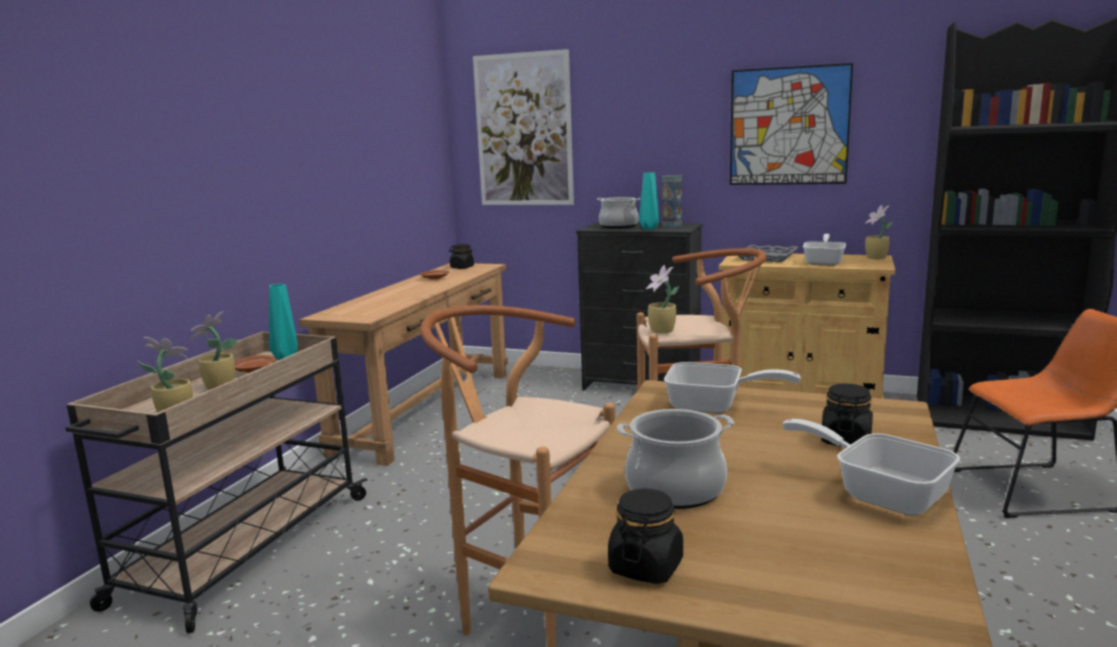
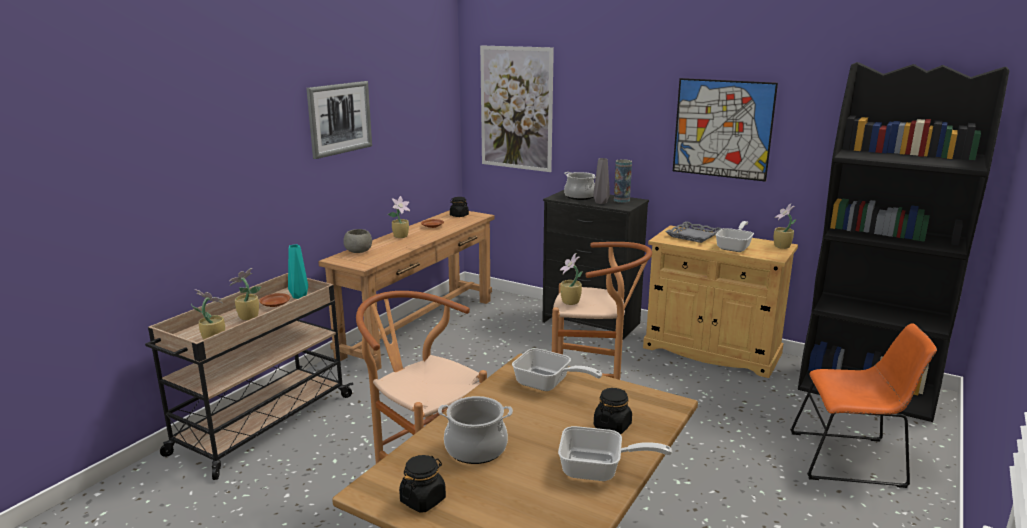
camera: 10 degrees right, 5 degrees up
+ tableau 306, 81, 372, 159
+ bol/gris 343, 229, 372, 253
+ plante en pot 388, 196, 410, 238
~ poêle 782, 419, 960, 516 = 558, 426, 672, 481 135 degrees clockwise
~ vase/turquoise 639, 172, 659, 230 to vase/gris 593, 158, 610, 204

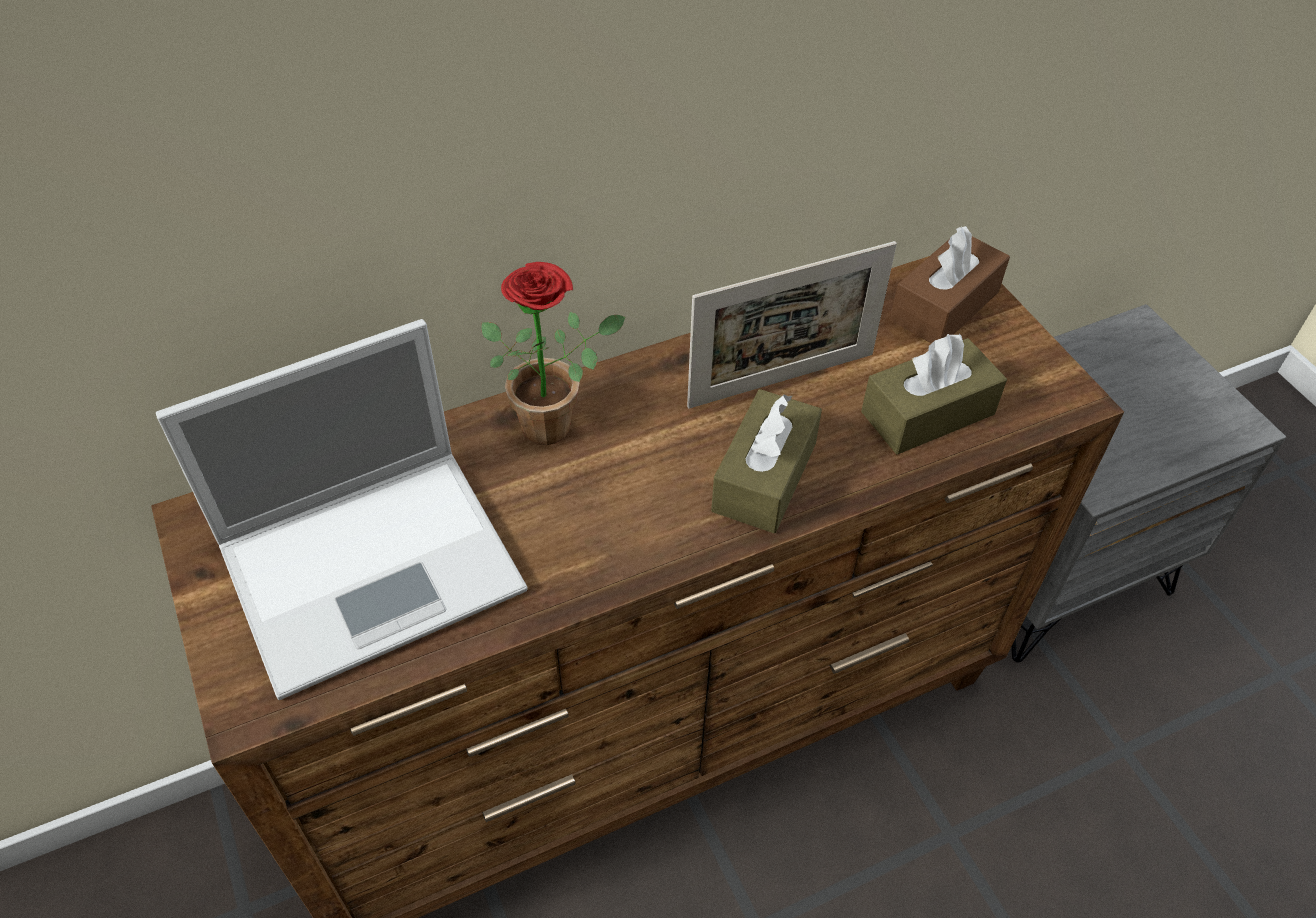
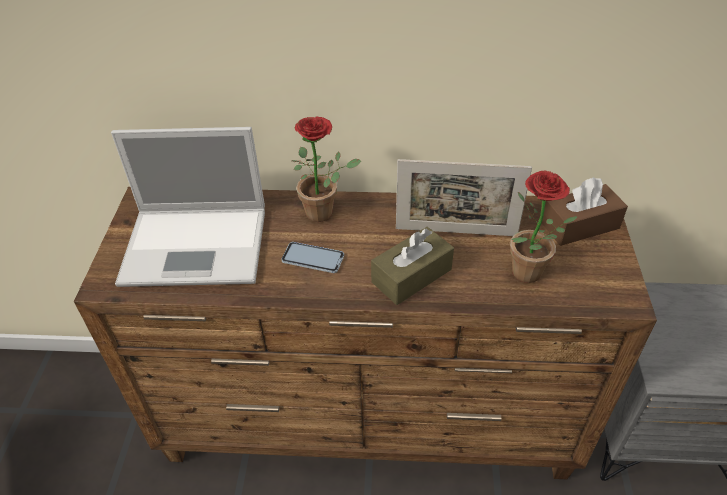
camera: 30 degrees right, 5 degrees down
+ téléphone 281, 242, 344, 273
~ boîte à mouchoirs/marron 861, 334, 1007, 454 to plante en pot 510, 171, 578, 283

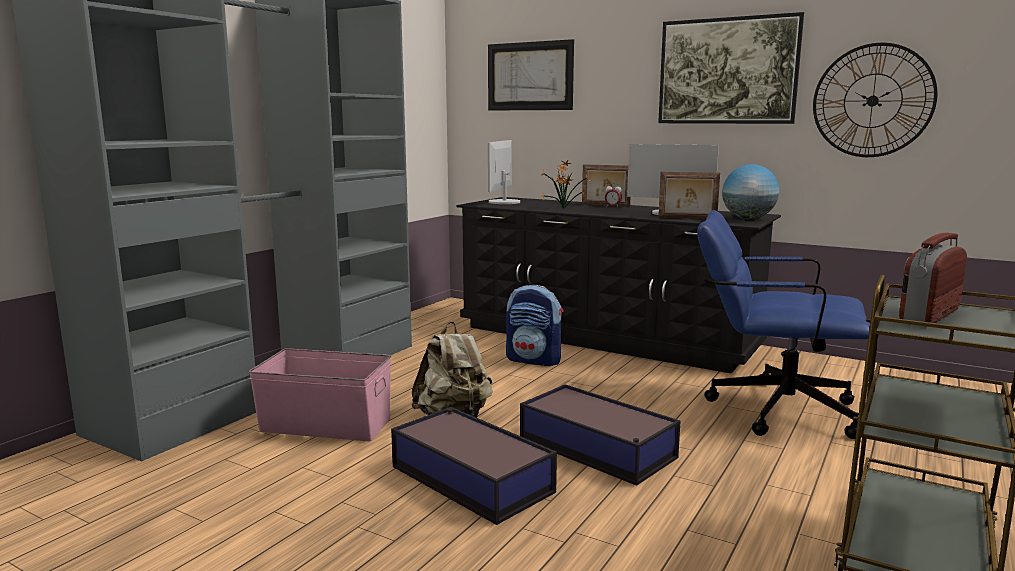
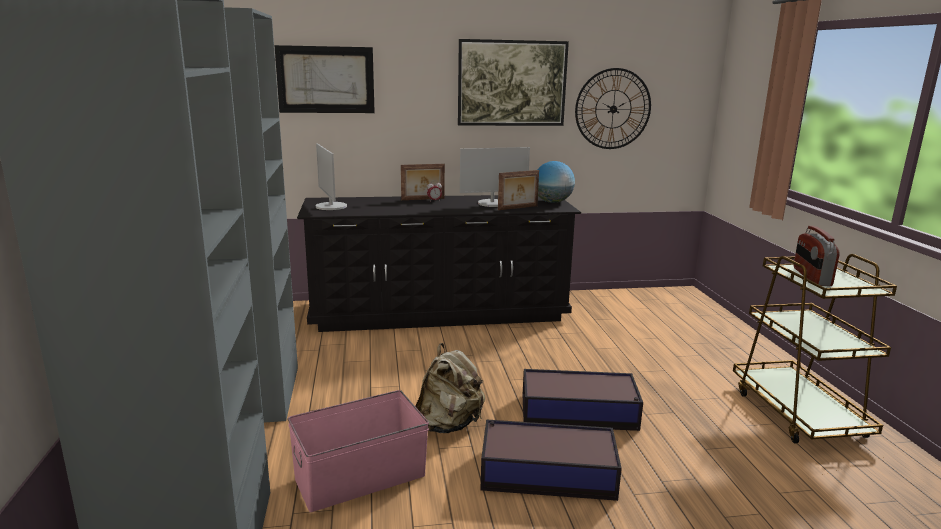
camera: 40 degrees left, 5 degrees up
- sac à dos 506, 285, 564, 366
- plante en pot 541, 160, 590, 208
- chaise de bureau/bleu 697, 210, 870, 439

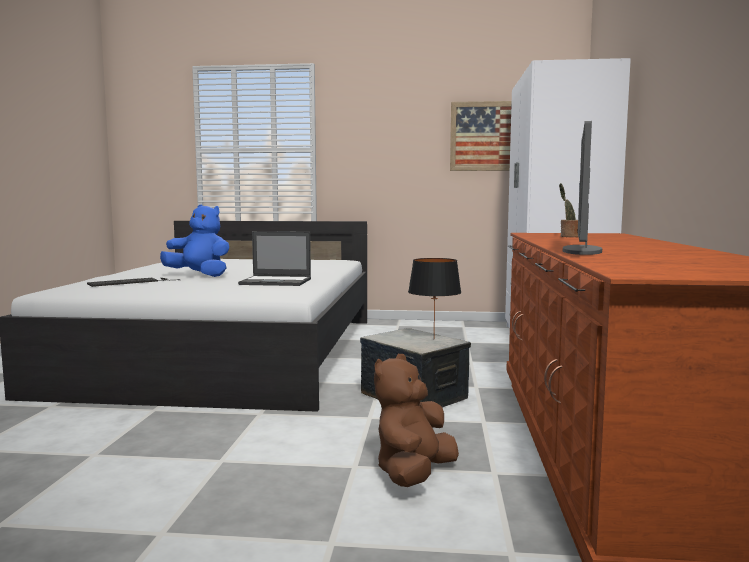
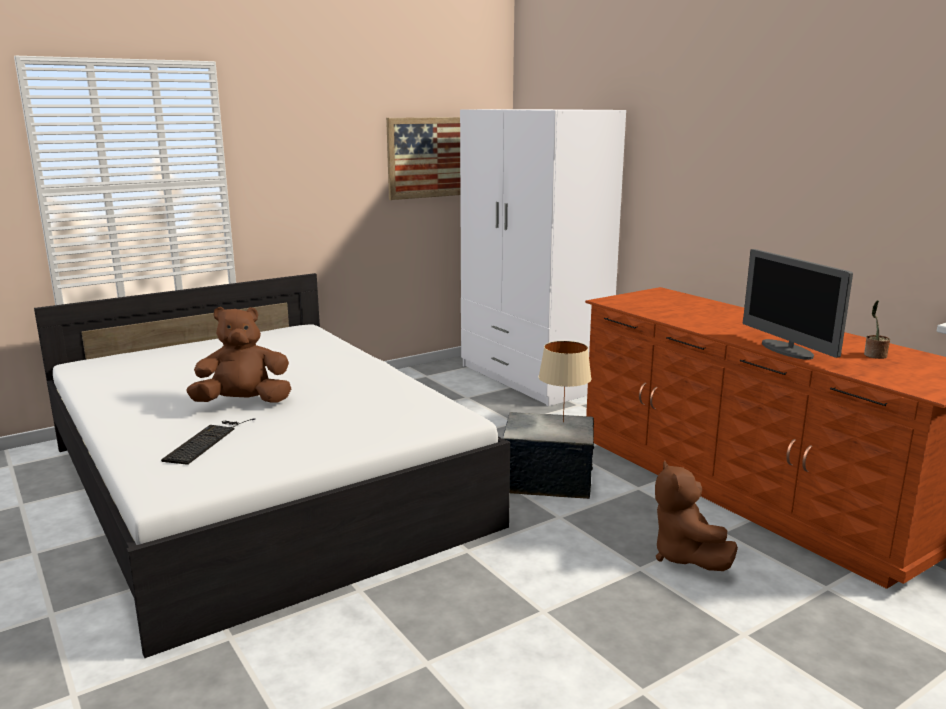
camera: 40 degrees left, 10 degrees up
~ peluche/bleu 160, 204, 229, 277 to peluche/marron 186, 307, 291, 403
~ lampe de table/noir 408, 258, 461, 331 to lampe de table/beige 539, 341, 592, 422
~ plante en pot 559, 183, 578, 237 to 864, 300, 890, 359
- ordinateur portable 238, 231, 311, 286

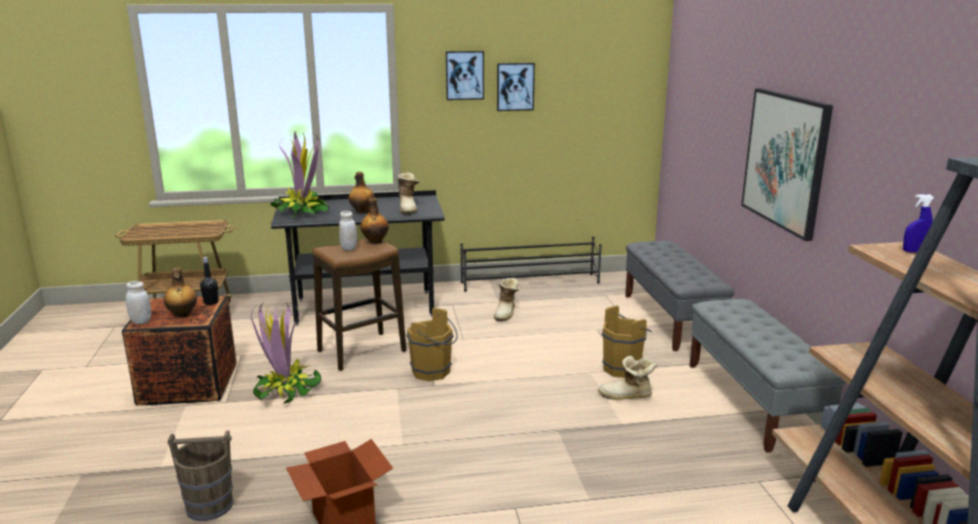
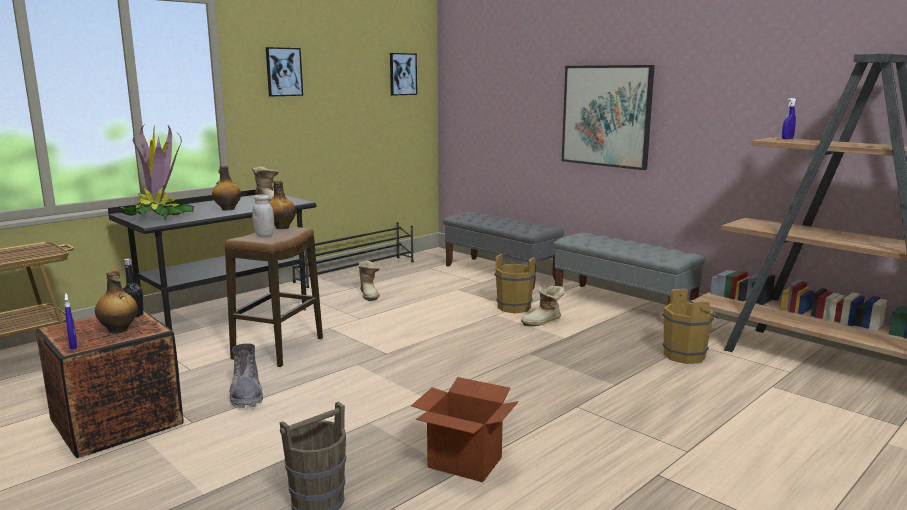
camera: 35 degrees left, 5 degrees down
~ bocal/blanc 126, 281, 151, 324 to vaporisateur/bleu 64, 293, 77, 349
~ plante en pot 250, 303, 321, 404 to botte/gris 229, 343, 263, 408
~ tableau 497, 63, 535, 111 to 390, 53, 417, 96
~ seau/marron 407, 307, 458, 381 to 662, 288, 719, 364

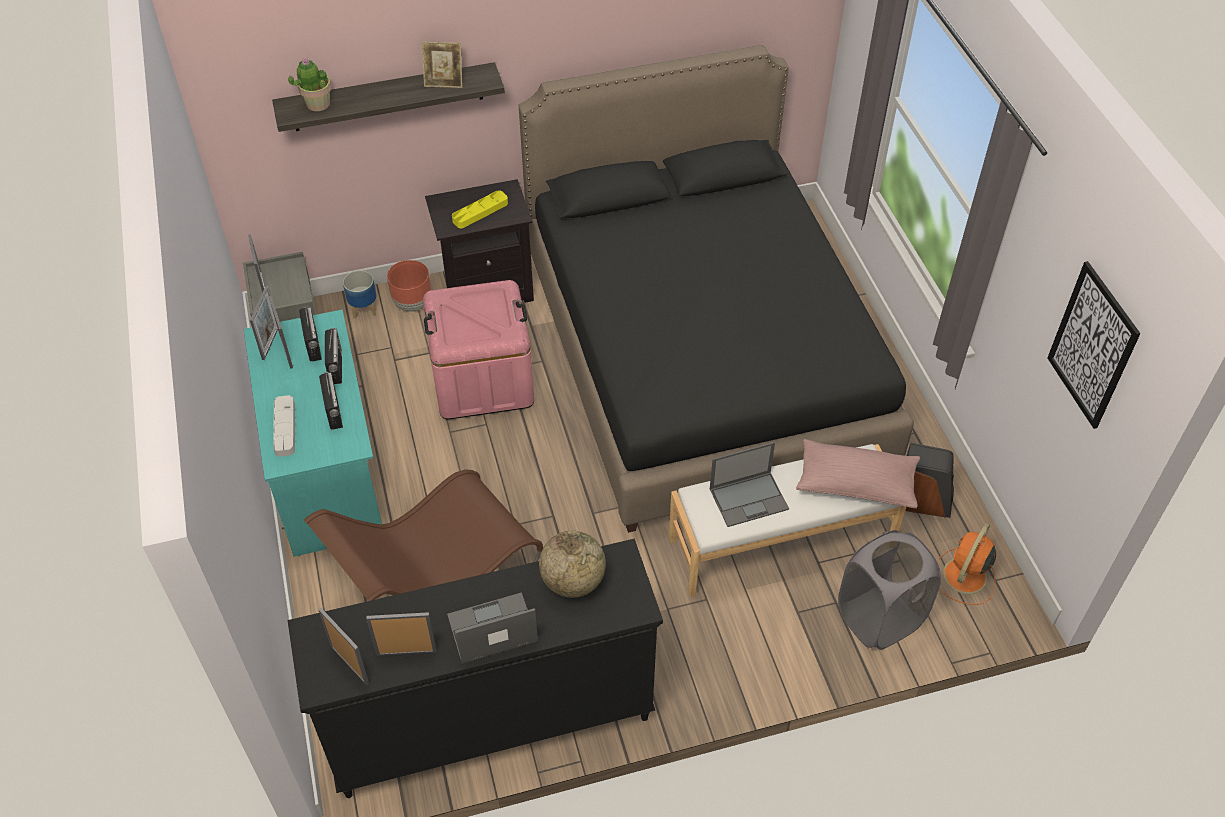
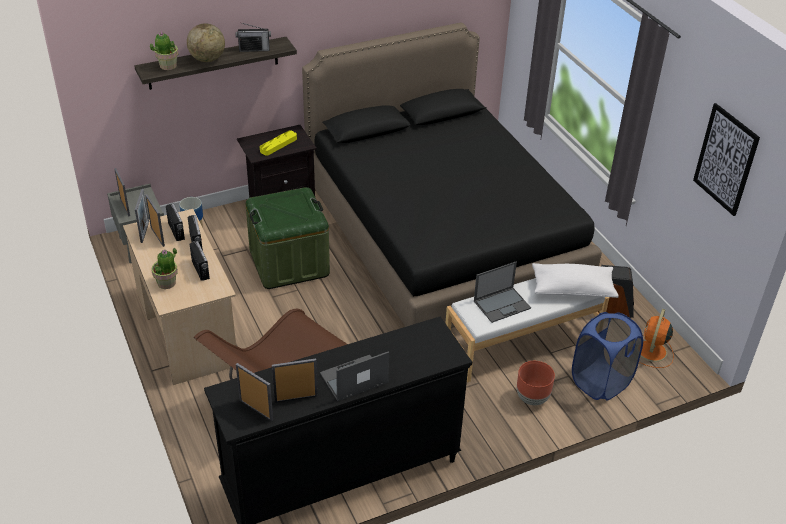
camera: 10 degrees left, 10 degrees down
~ bureau/turquoise 244, 310, 382, 557 to bureau/beige 123, 209, 236, 385
~ plateau/gris 273, 395, 295, 457 to plante en pot 151, 248, 178, 289
~ globe 539, 531, 606, 598 to 187, 23, 225, 62
~ cadre photo 422, 41, 462, 88 to radio 235, 22, 271, 52
~ boîte de rangement/rose 423, 280, 534, 420 to boîte de rangement/vert 246, 187, 330, 289
~ cache-pot/marron 387, 260, 431, 312 to 517, 361, 555, 405
~ coussin/rose 796, 439, 920, 509 to coussin/blanc 532, 263, 619, 298
~ panier à linge/gris 838, 530, 941, 650 to panier à linge/bleu 572, 312, 643, 401

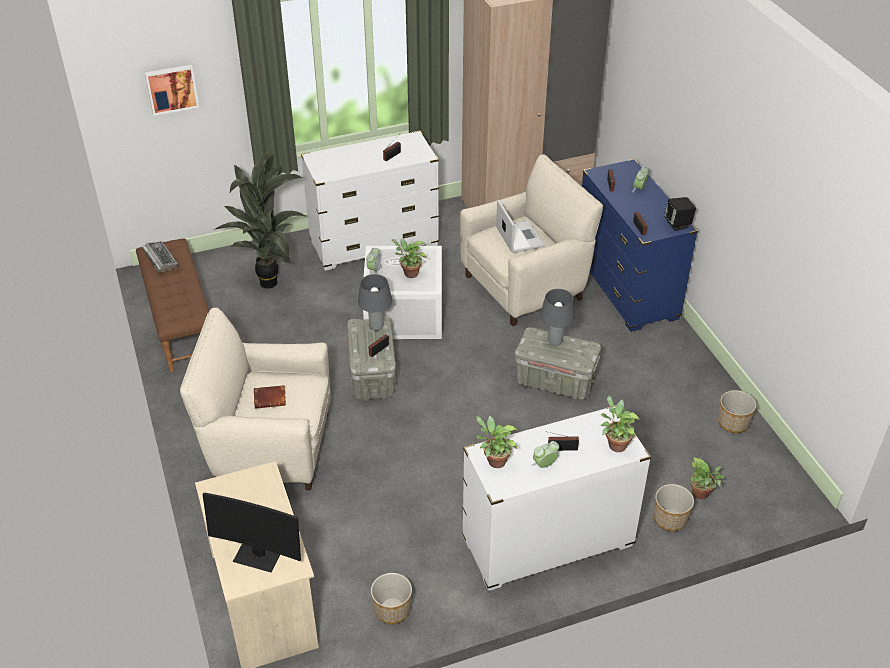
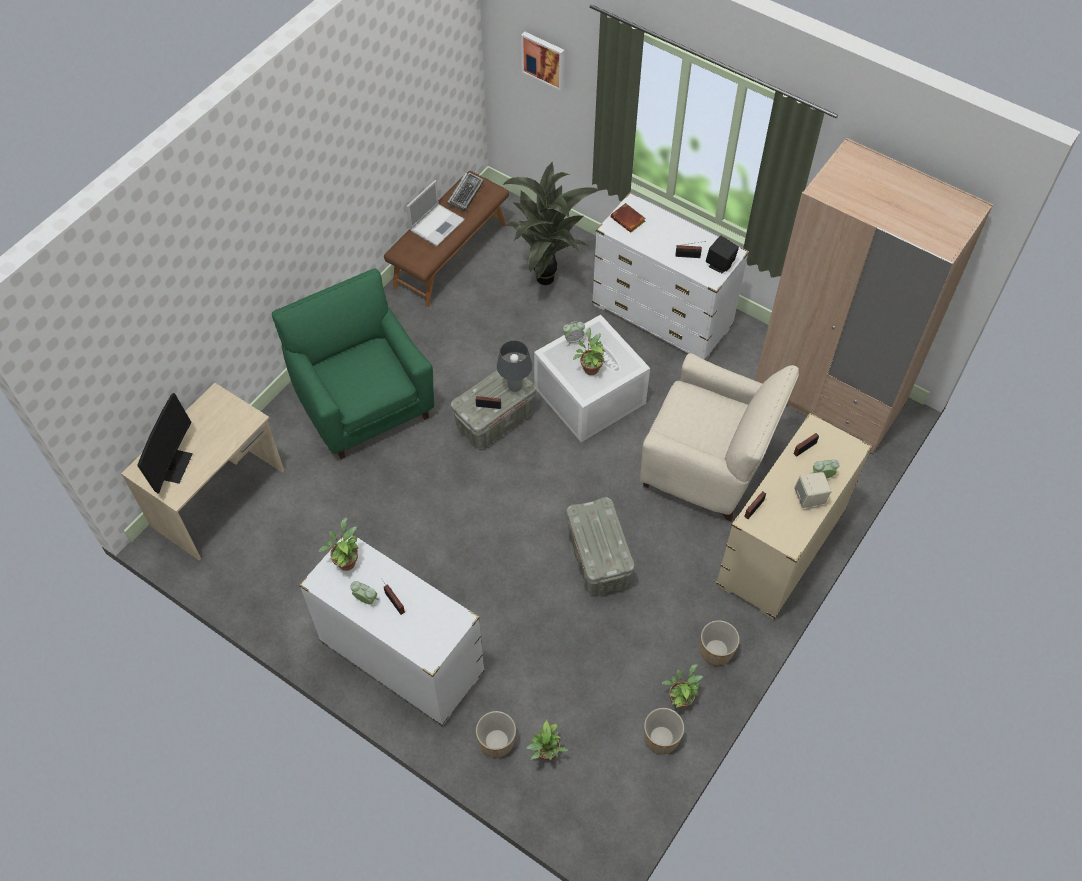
camera: 55 degrees right, 15 degrees up
~ écran d'ordinateur 203, 493, 301, 572 = 137, 393, 193, 494 150 degrees counterclockwise
~ fauteuil/beige 180, 308, 331, 490 to fauteuil/vert 272, 268, 434, 460
~ ordinateur portable 496, 200, 545, 253 to 406, 180, 465, 246
~ livre/marron 254, 385, 286, 409 to 610, 203, 646, 233
~ plante en pot 601, 396, 640, 452 to 662, 664, 703, 709
~ cache-pot 371, 573, 412, 624 to 700, 620, 740, 666
~ enceinte/noir 664, 197, 696, 231 to 706, 236, 739, 273
~ commode/bleu 582, 159, 698, 332 to commode/beige 716, 413, 872, 619
+ enceinte/beige 794, 472, 832, 510
- lampe de table/gris 540, 289, 575, 346

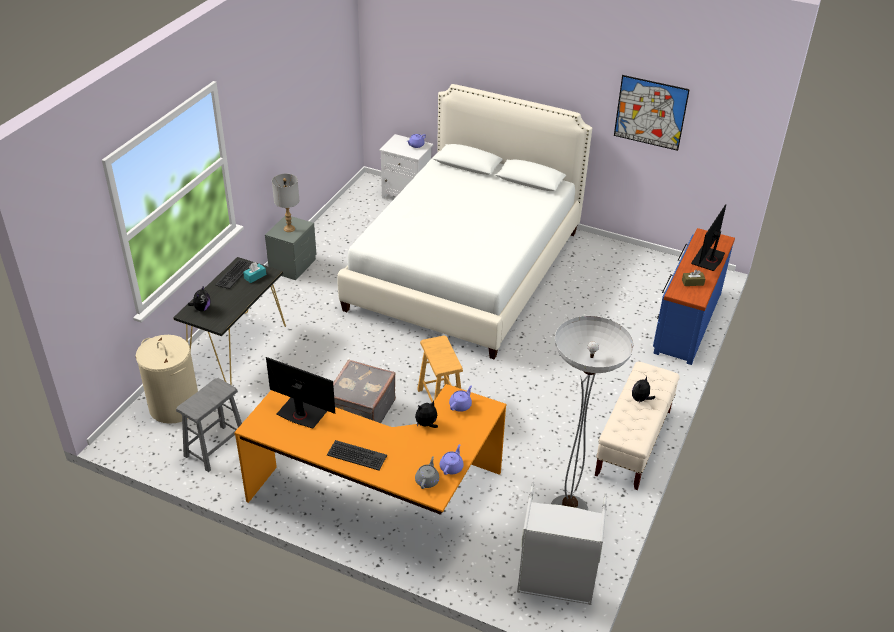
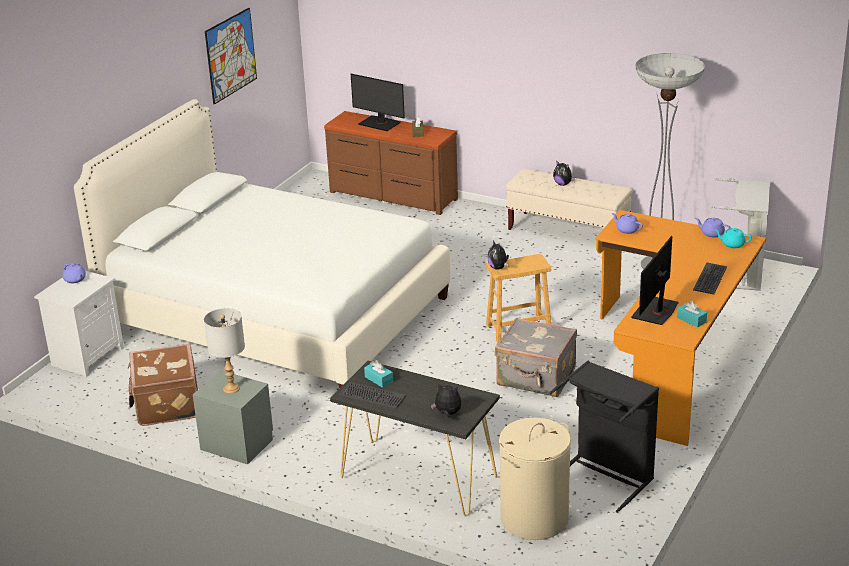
camera: 85 degrees left, 10 degrees down
+ valise/marron 128, 344, 198, 426
~ commode/bleu 653, 228, 735, 365 to commode/marron 324, 111, 458, 215
~ peluche 415, 401, 438, 428 to 487, 240, 509, 270
~ tabouret/gris 176, 378, 242, 472 to panier à linge/noir 549, 361, 659, 513
+ boîte à mouchoirs/turquoise 677, 301, 707, 328
~ théière/gris 415, 456, 439, 489 to théière/turquoise 715, 228, 752, 248

